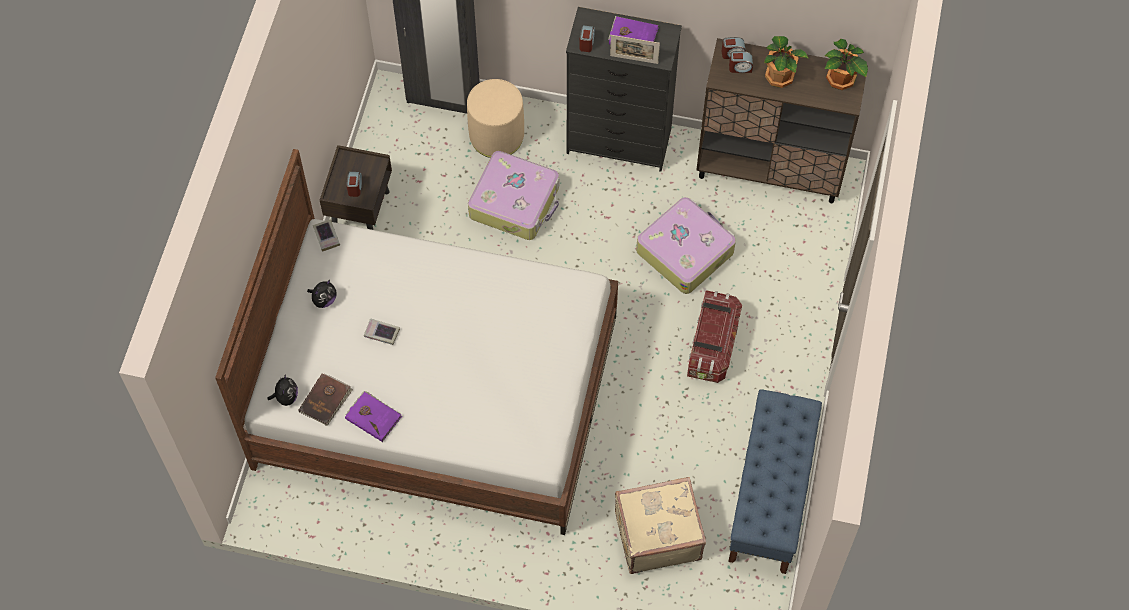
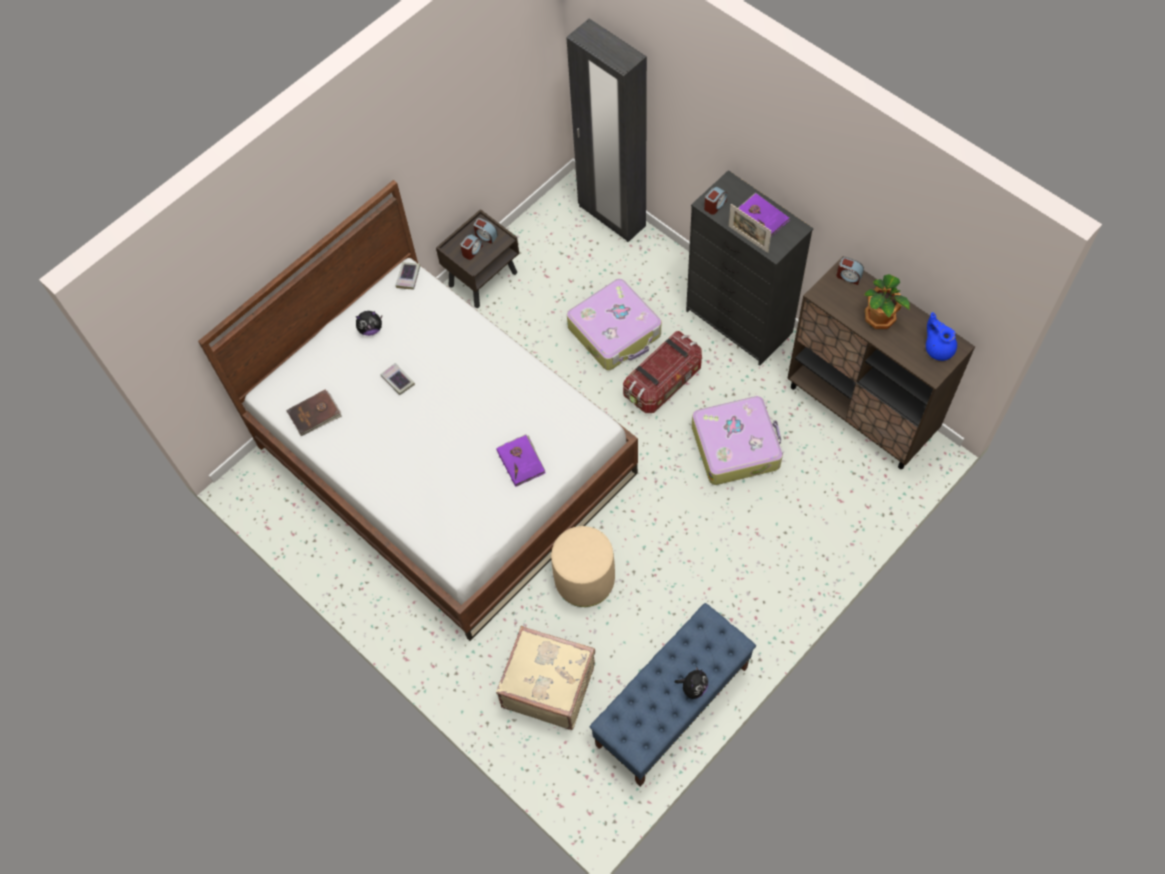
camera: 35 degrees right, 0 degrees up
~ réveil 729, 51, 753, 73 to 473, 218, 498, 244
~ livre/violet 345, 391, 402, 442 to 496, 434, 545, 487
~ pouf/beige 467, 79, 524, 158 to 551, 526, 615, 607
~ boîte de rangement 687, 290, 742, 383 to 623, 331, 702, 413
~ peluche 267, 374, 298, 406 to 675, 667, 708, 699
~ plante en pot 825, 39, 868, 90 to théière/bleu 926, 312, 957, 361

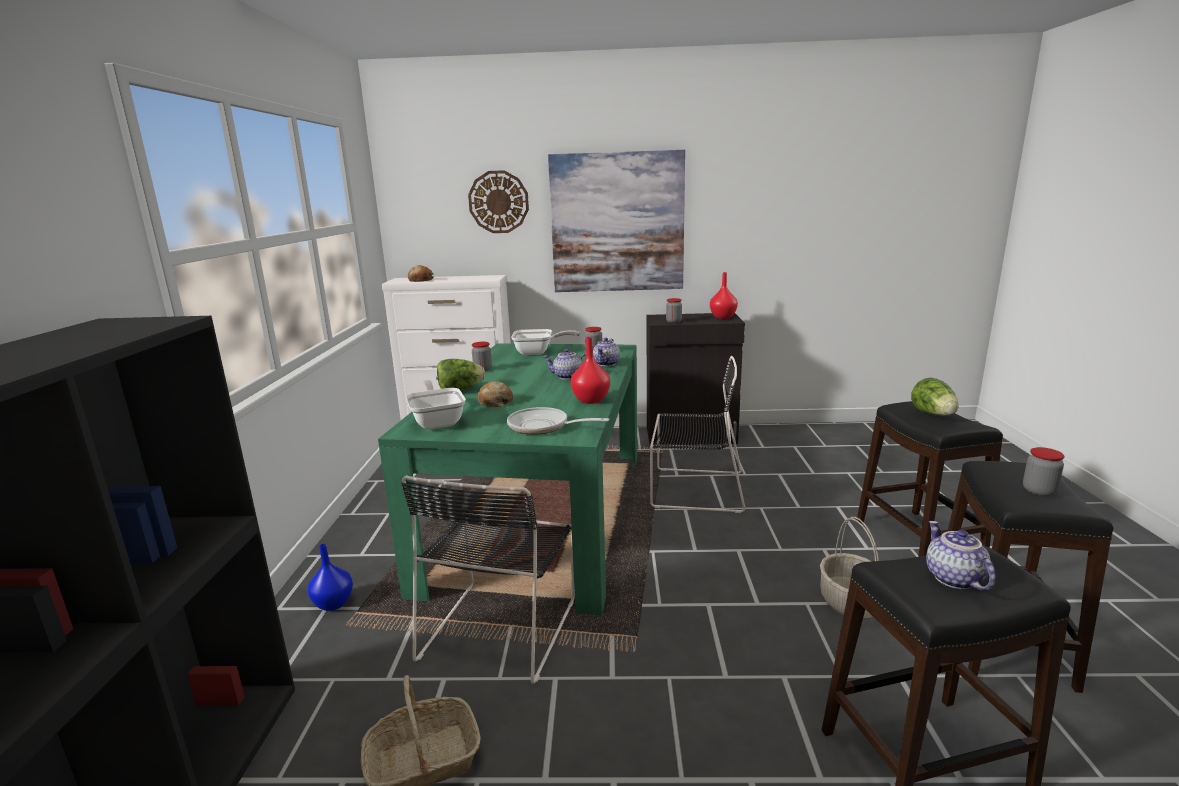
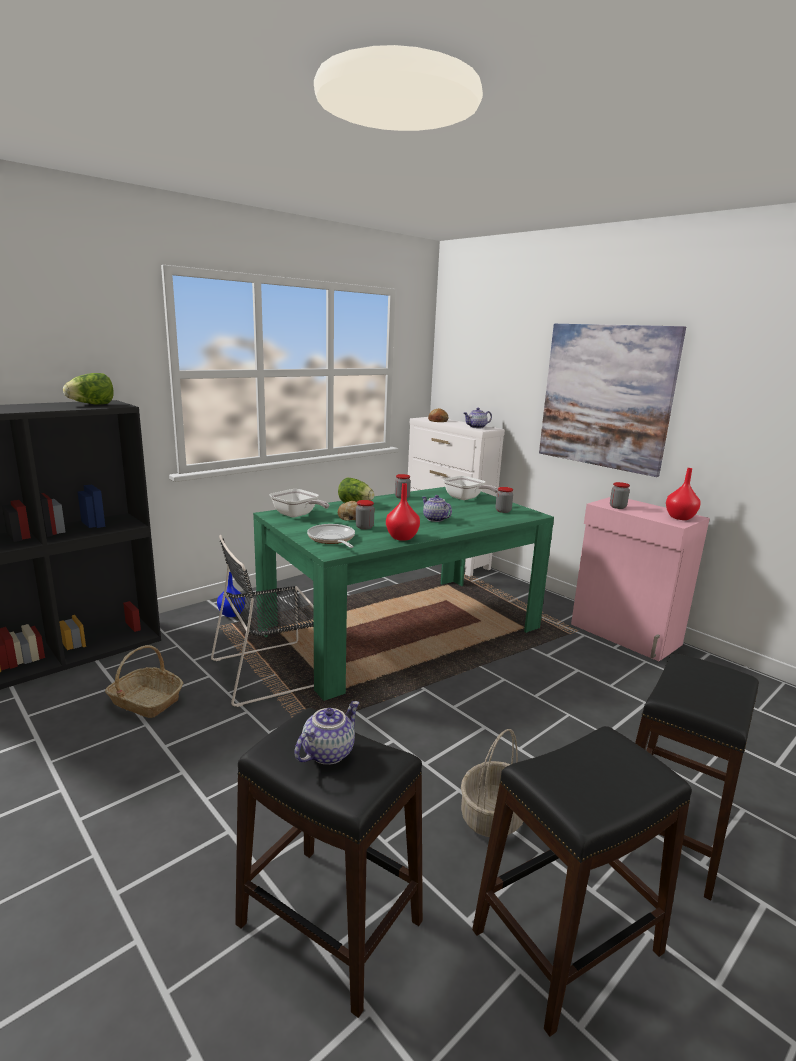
camera: 45 degrees right, 0 degrees up
~ laitue 911, 377, 959, 416 to 63, 373, 114, 405
~ poêle 406, 380, 466, 429 = 270, 489, 329, 517 105 degrees clockwise
~ bocal 1023, 447, 1065, 496 to 356, 500, 374, 530
~ théière 593, 338, 620, 366 to 464, 408, 492, 428
~ meuble de rangement/noir 647, 313, 745, 445 to meuble de rangement/rose 571, 497, 710, 661
- horloge murale 468, 170, 529, 233
- chaise/noir 650, 356, 746, 513

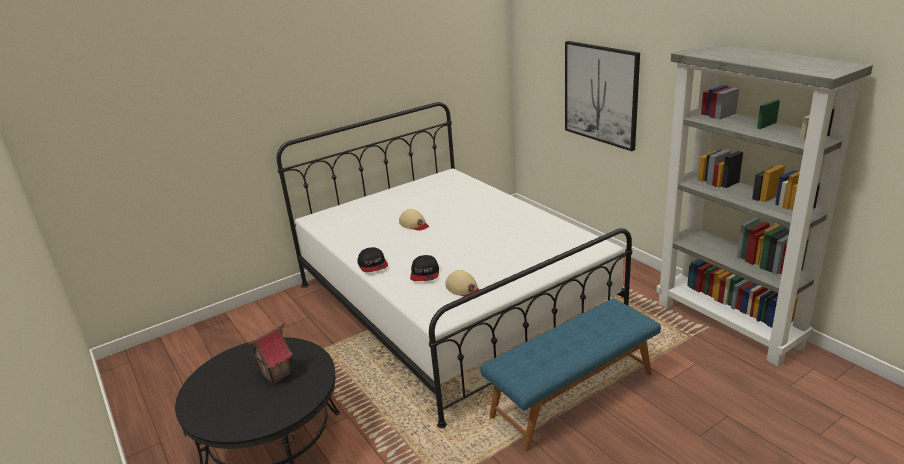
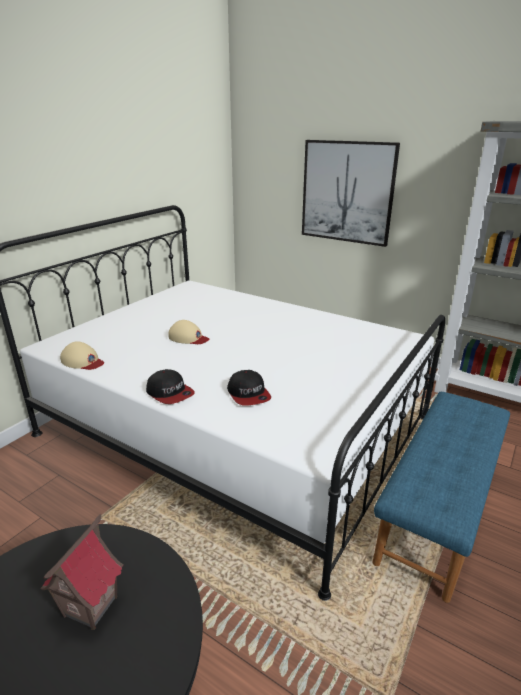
camera: 25 degrees left, 0 degrees up
~ casquette/beige 445, 270, 479, 297 to 60, 341, 104, 370

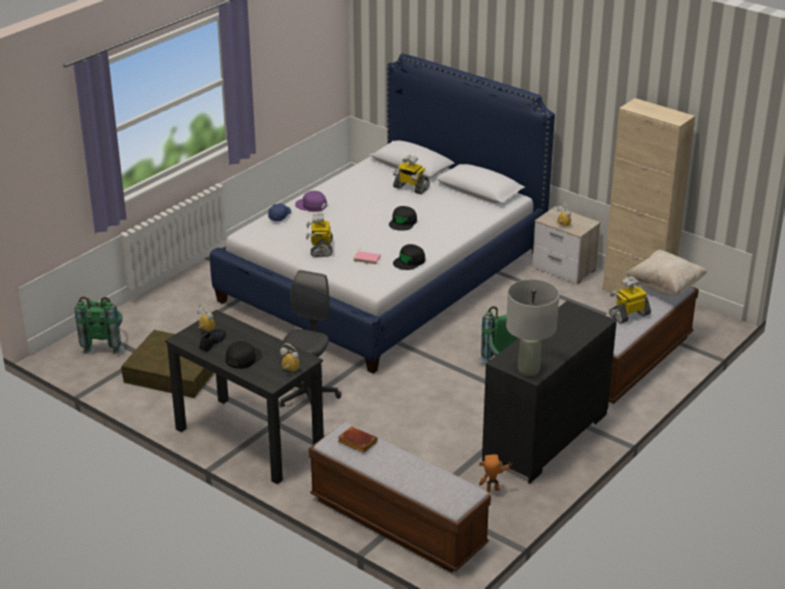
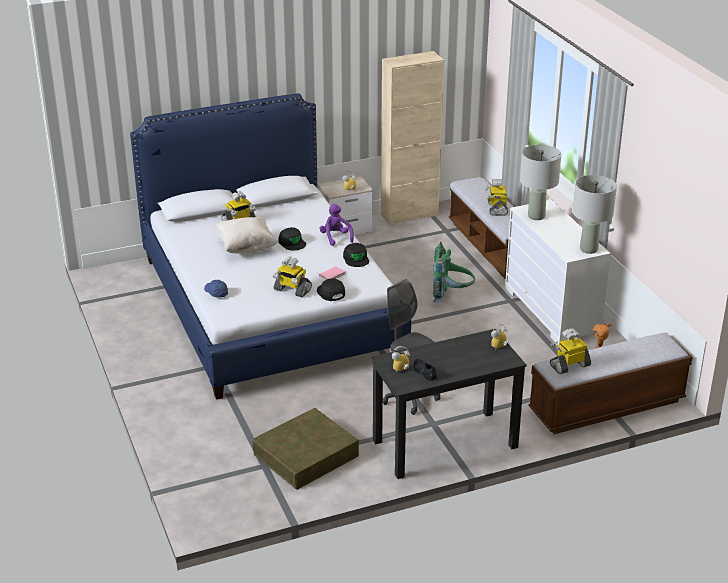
camera: 60 degrees left, 0 degrees up
~ coussin/beige 625, 250, 707, 297 to 215, 217, 278, 254
~ casquette/noir 226, 341, 262, 369 to 317, 279, 345, 301
+ peluche/violet 319, 204, 354, 246
~ commode/noir 482, 301, 617, 484 to commode/blanc 505, 200, 611, 345
+ lampe de table/gris 520, 145, 561, 220
~ livre/marron 338, 426, 378, 453 to robot jouet 550, 329, 591, 374
- sac à dos/vert 74, 297, 124, 354
- casquette/violet 295, 191, 327, 212

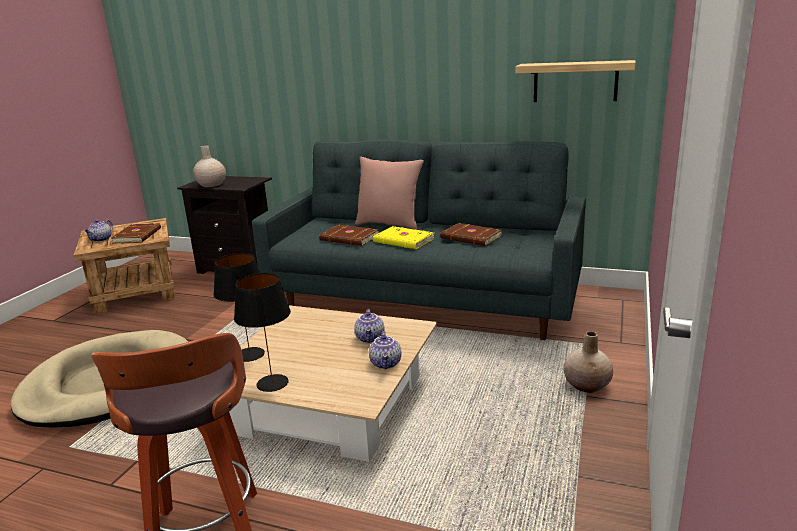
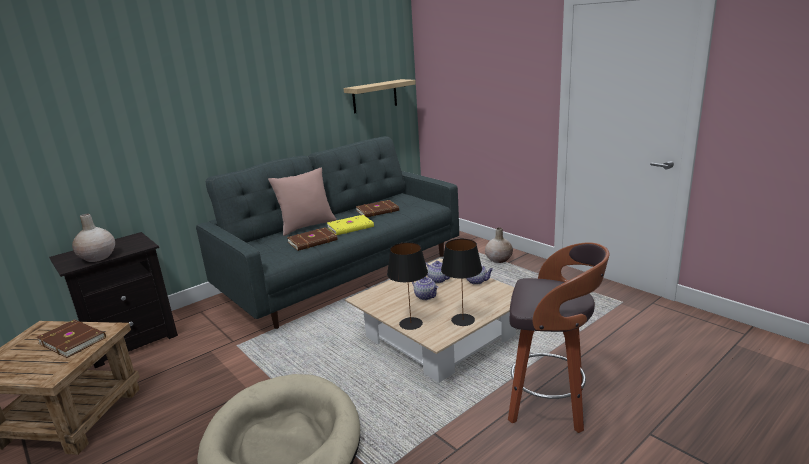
camera: 60 degrees left, 0 degrees up
~ théière 83, 219, 113, 242 to 412, 277, 439, 300

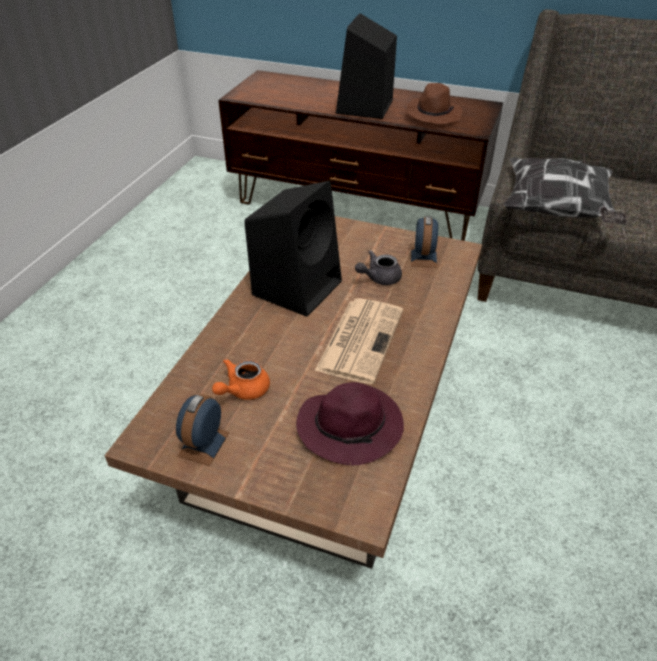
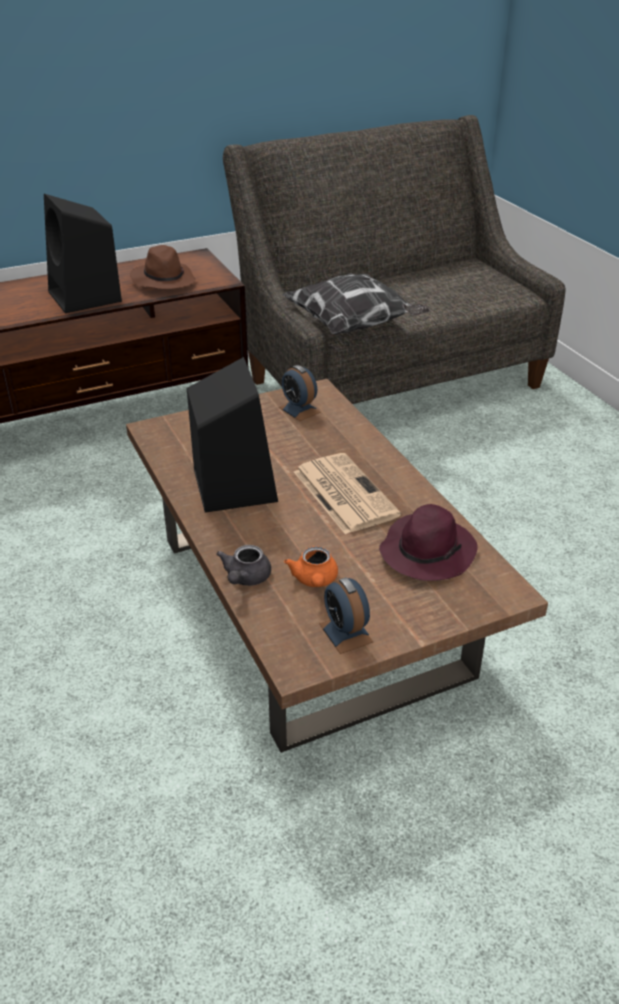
camera: 45 degrees left, 5 degrees down
~ théière/gris 355, 250, 402, 285 to 216, 545, 271, 586

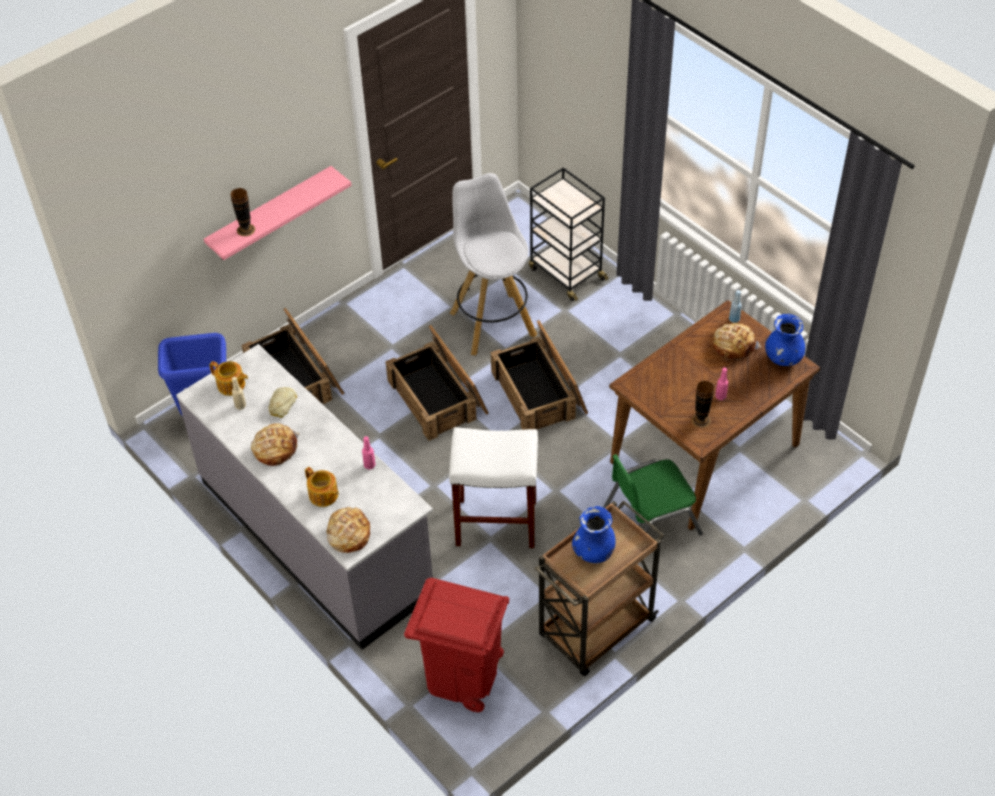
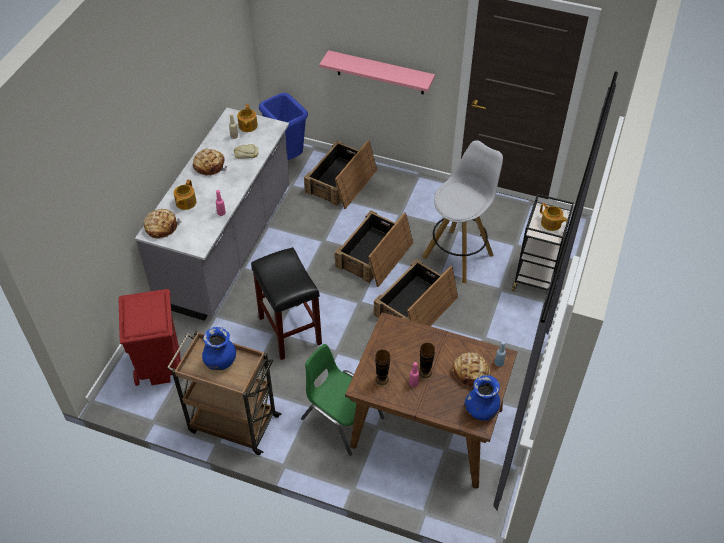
camera: 60 degrees right, 0 degrees up
~ tabouret/blanc 449, 427, 538, 548 to tabouret/noir 251, 247, 322, 360
~ vase 230, 188, 255, 236 to 418, 343, 435, 380
+ théière 540, 203, 568, 231

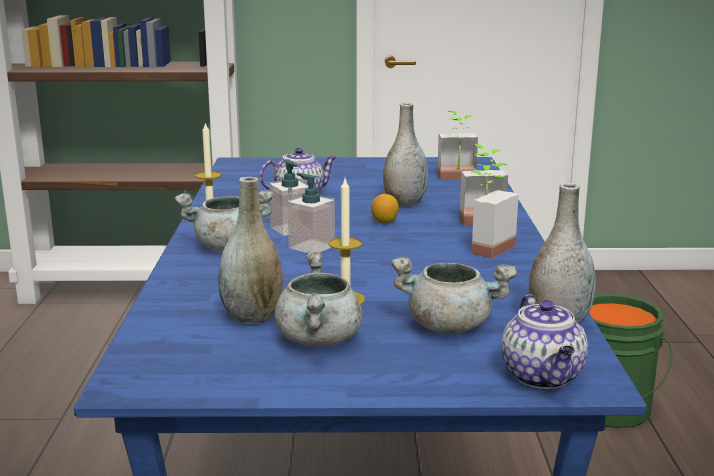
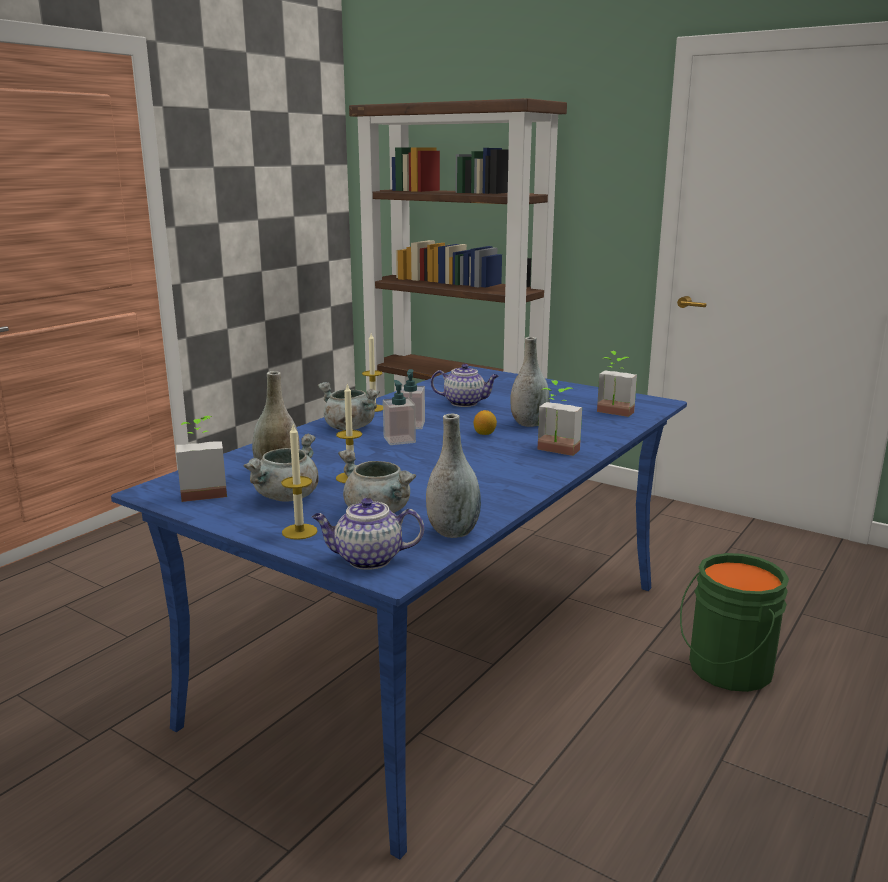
camera: 35 degrees right, 0 degrees up
~ plante en pot 470, 163, 519, 259 to 176, 416, 227, 502
+ bougie 281, 425, 318, 540
~ théière 501, 294, 588, 389 = 312, 498, 424, 570 60 degrees clockwise

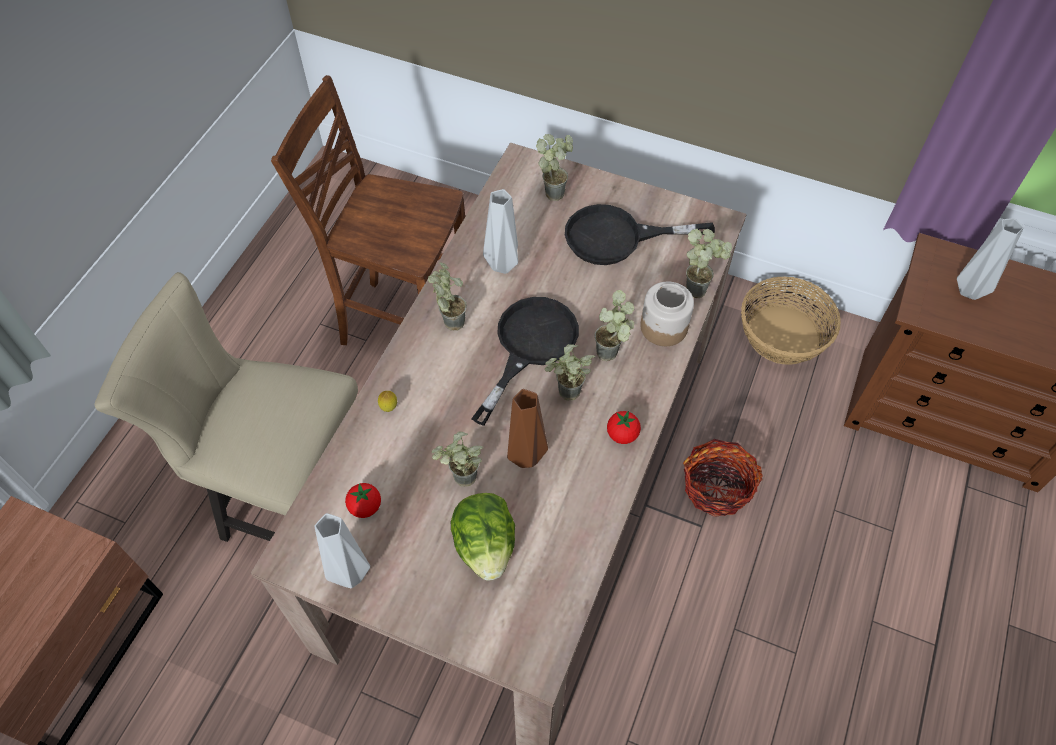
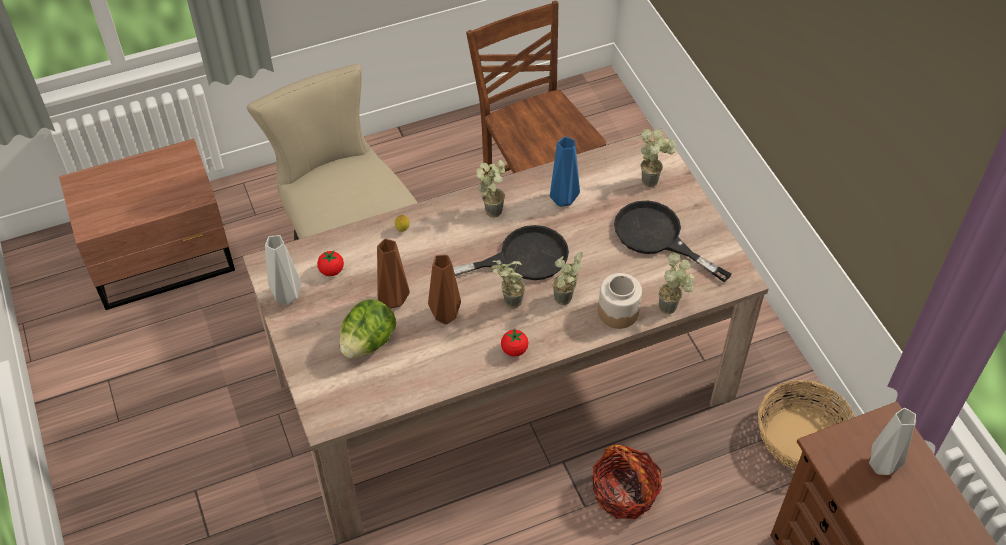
camera: 45 degrees right, 5 degrees down
~ plante en pot 432, 431, 483, 487 to vase/marron 377, 239, 410, 309
~ vase/gris 483, 189, 518, 274 to vase/bleu 550, 137, 580, 207

